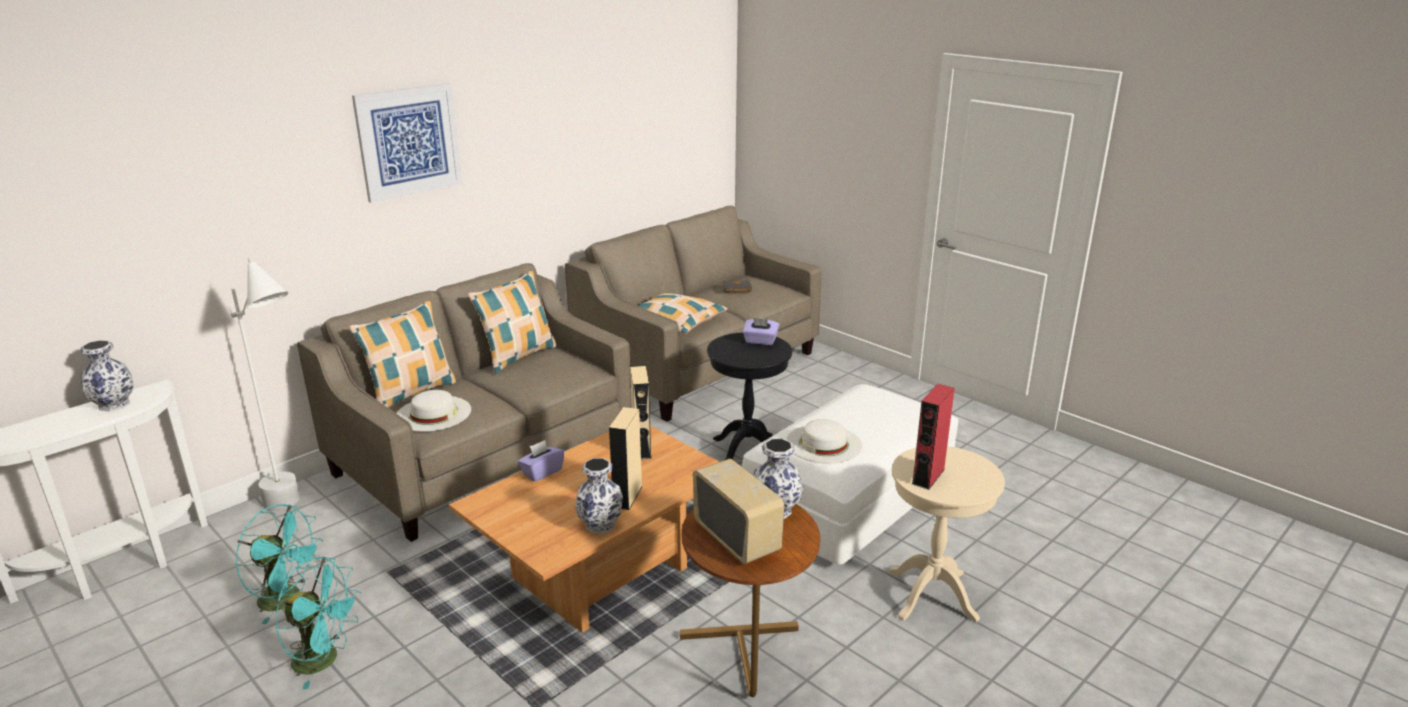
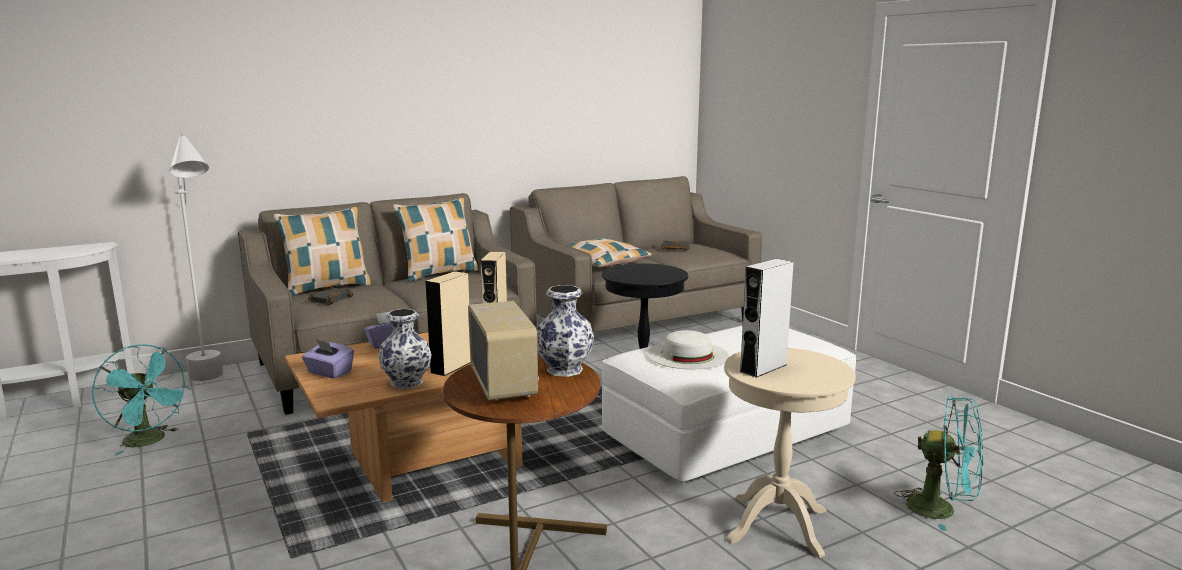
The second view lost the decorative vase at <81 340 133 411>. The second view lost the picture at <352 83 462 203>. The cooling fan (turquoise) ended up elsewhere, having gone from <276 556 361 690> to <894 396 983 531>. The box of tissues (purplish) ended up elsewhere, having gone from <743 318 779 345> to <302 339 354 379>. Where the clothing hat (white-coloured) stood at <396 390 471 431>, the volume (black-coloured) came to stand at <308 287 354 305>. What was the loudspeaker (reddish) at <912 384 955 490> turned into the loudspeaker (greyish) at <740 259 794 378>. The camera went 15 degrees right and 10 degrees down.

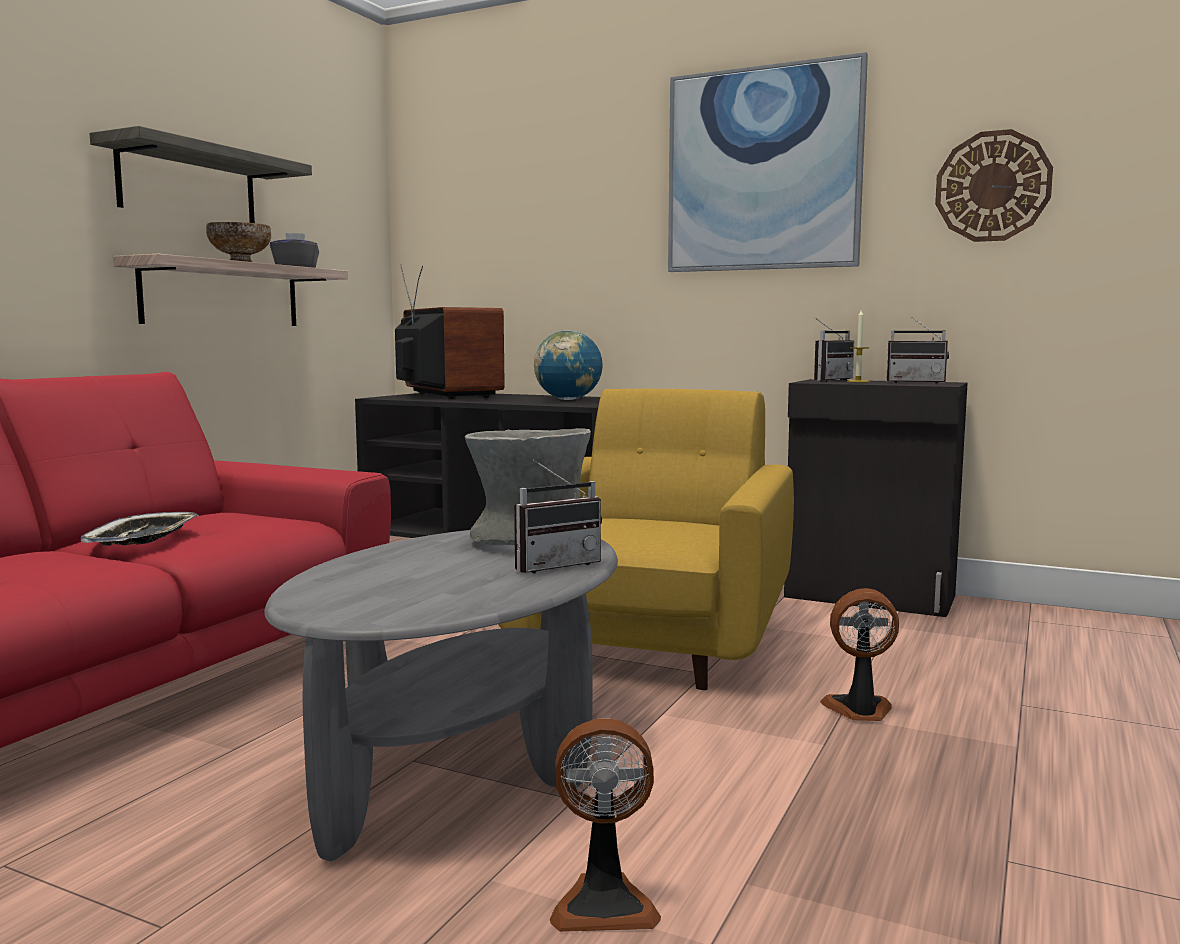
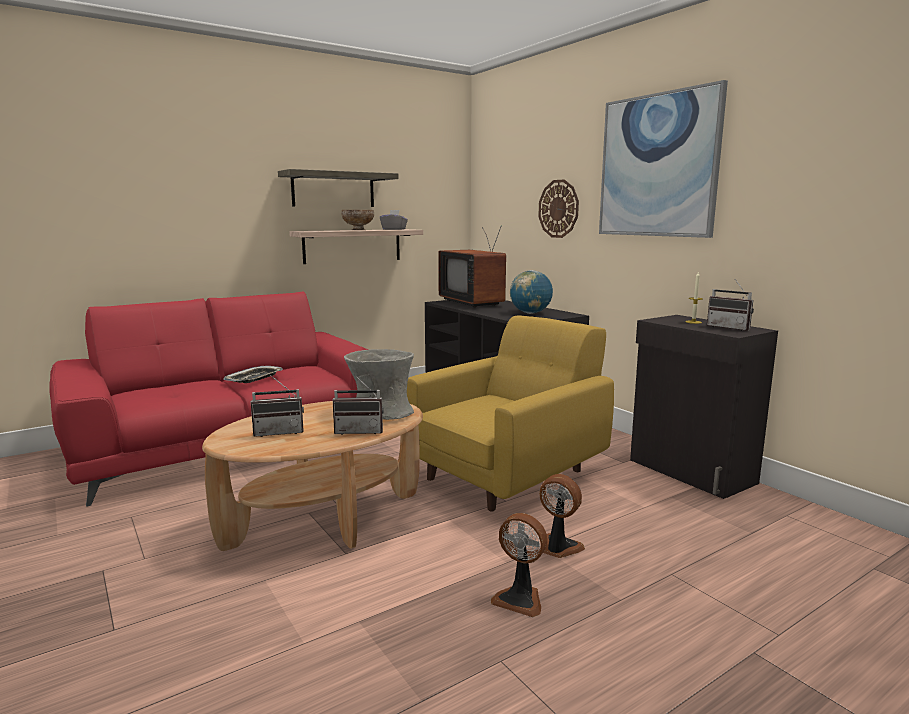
The cooling fan ended up elsewhere, having gone from <550 719 661 932> to <491 513 547 617>. The radio set ended up elsewhere, having gone from <814 318 854 382> to <251 375 304 437>. The hanging clock ended up elsewhere, having gone from <935 129 1053 242> to <538 179 579 238>. What was the low table (greyish) at <264 530 618 861> turned into the low table (brown-coloured) at <202 401 423 551>. The TV at <395 264 505 399> ended up facing another way, 150 degrees clockwise from before. The camera went 30 degrees right and 5 degrees up.

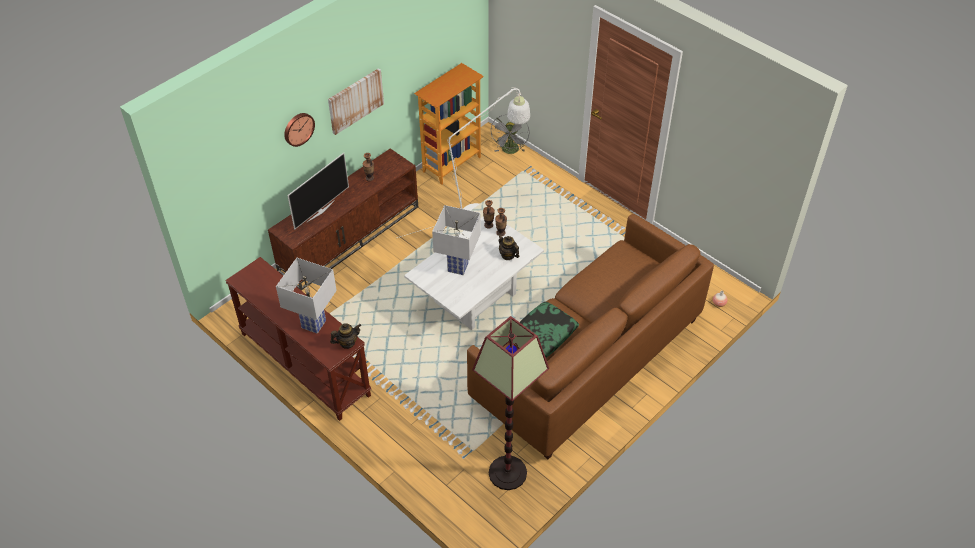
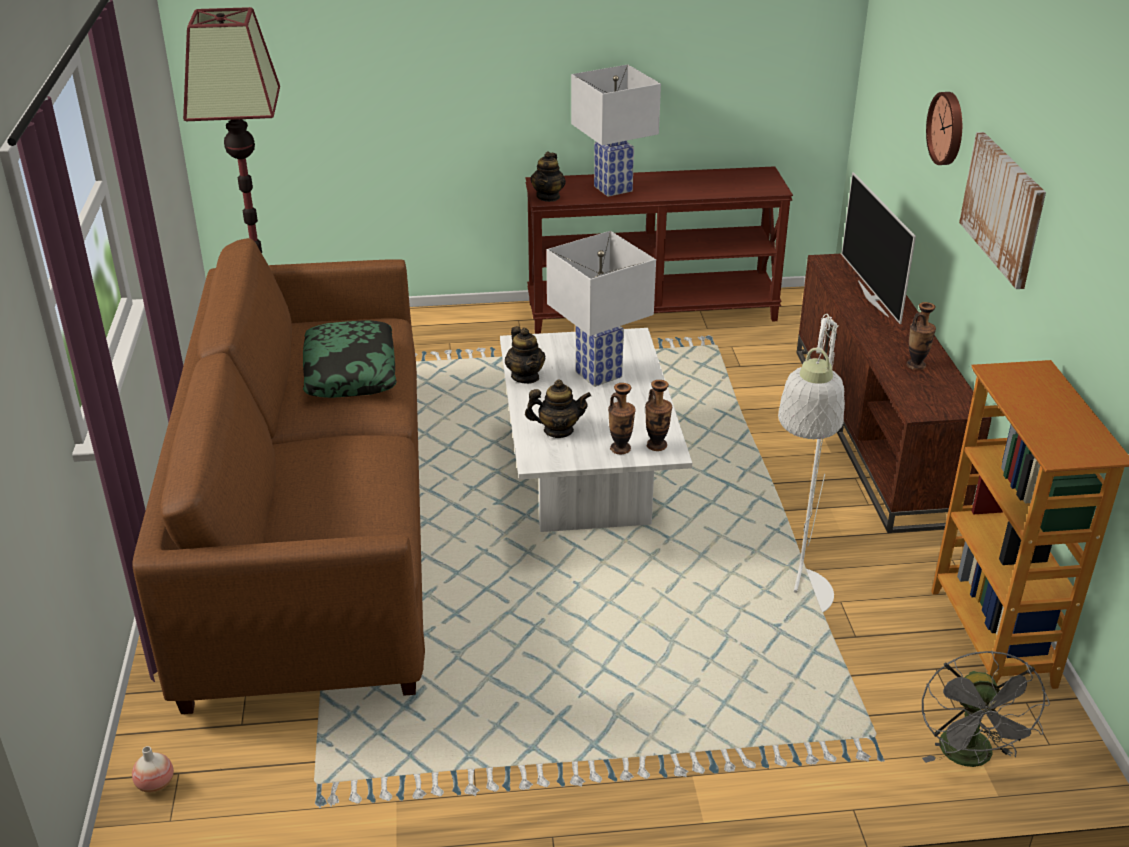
The second view gained the tea pot at <505 326 546 384>. The cooling fan (greyish) at <491 114 530 154> ended up facing another way, 135 degrees counterclockwise from before. The camera went 130 degrees right and 15 degrees down.

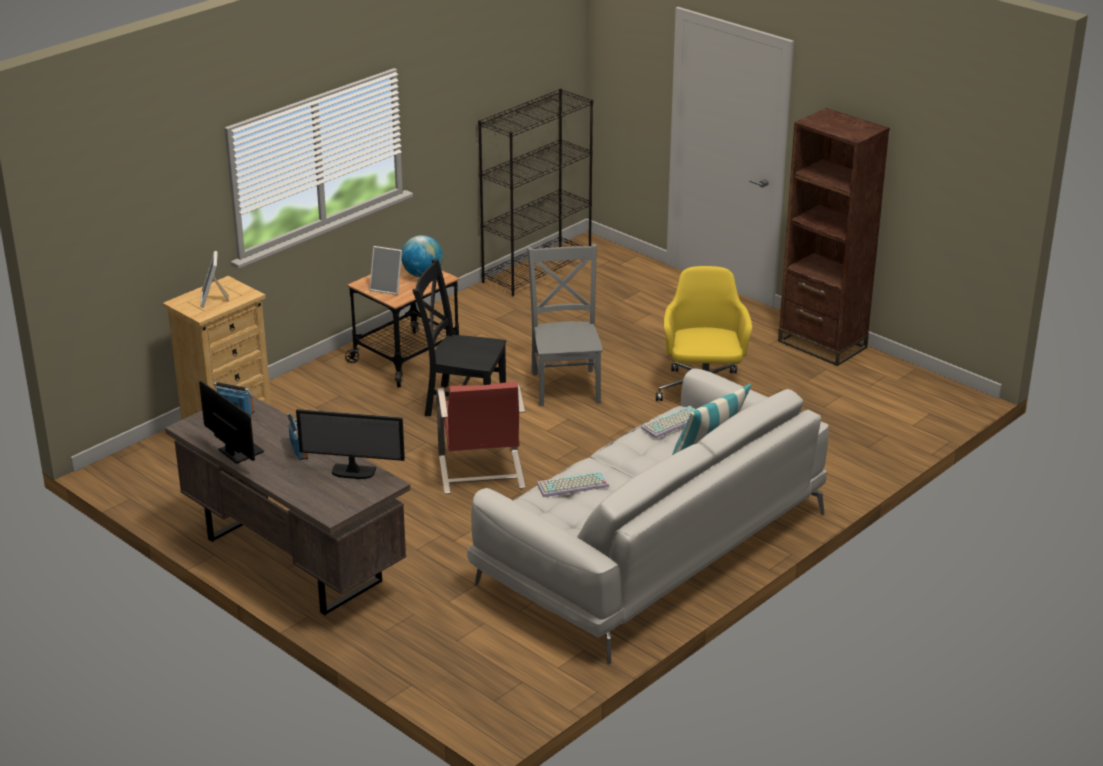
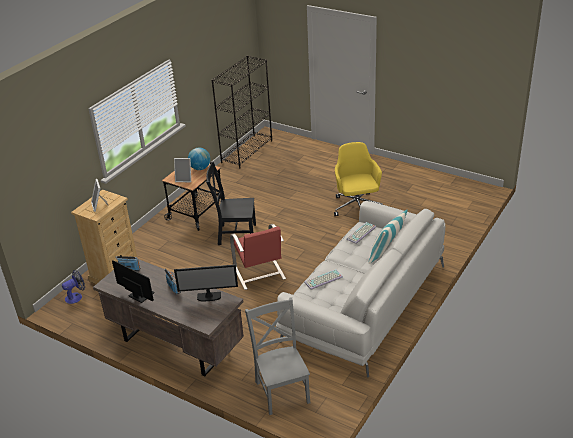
The second view lost the shelving unit (brown-coloured) at <778 108 890 366>. The second view gained the cooling fan at <62 270 85 304>. The plain chair (greyish) ended up elsewhere, having gone from <527 244 603 406> to <245 297 310 415>. The camera went 10 degrees left and 5 degrees up.

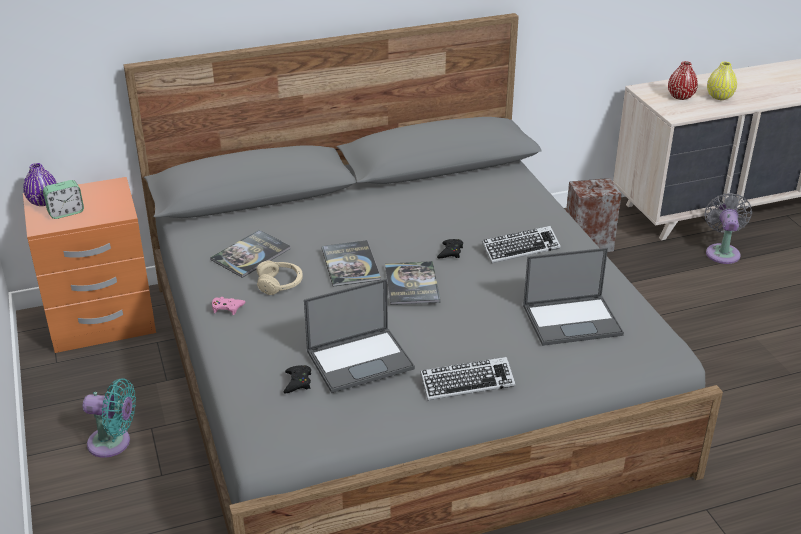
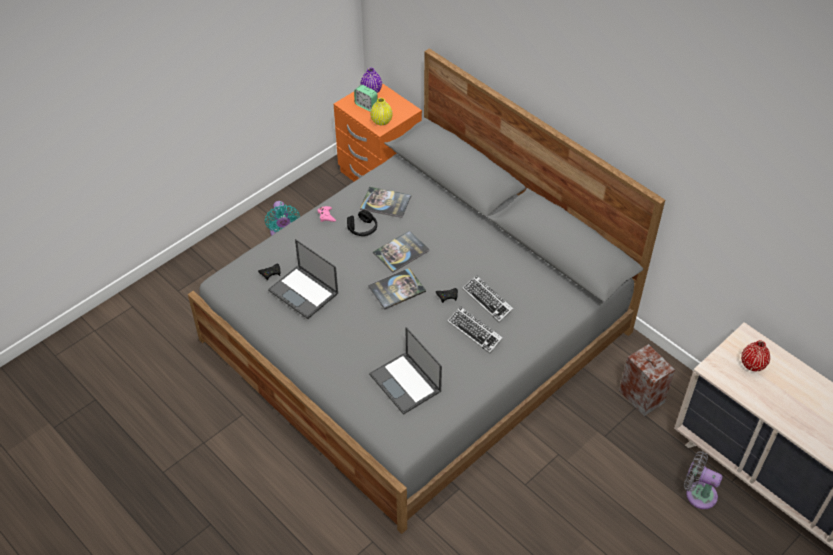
The PC keyboard ended up elsewhere, having gone from <420 357 515 401> to <462 275 514 323>. The decorative vase (yellow) ended up elsewhere, having gone from <707 62 737 100> to <370 98 393 125>. What was the headset (sand-coloured) at <256 261 303 295> turned into the headset (black-coloured) at <347 210 377 236>. The cooling fan (greyish) at <704 193 752 264> ended up facing another way, 135 degrees counterclockwise from before. The camera went 65 degrees right and 15 degrees up.

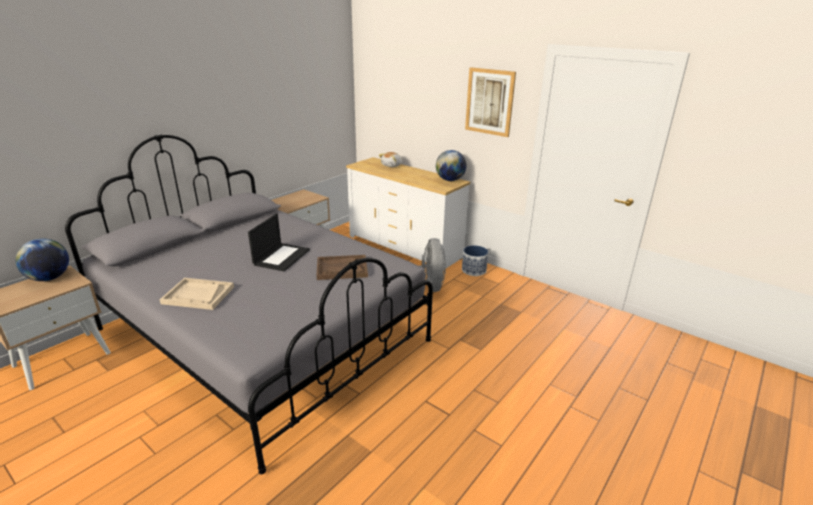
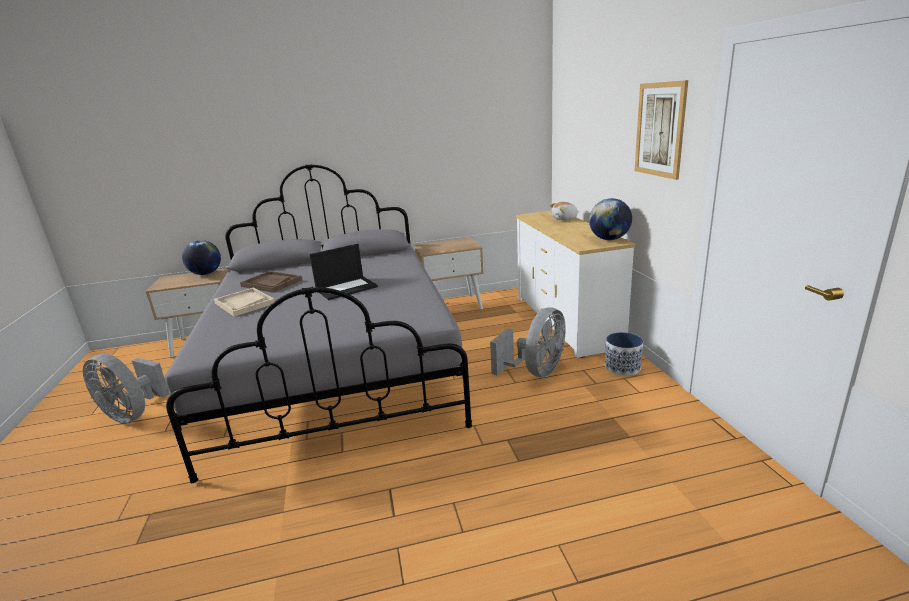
The second view gained the cooling fan (greyish) at <83 354 170 424>. The carrying tray (brown-coloured) ended up elsewhere, having gone from <317 255 368 280> to <240 271 302 293>. The camera went 40 degrees right and 5 degrees down.

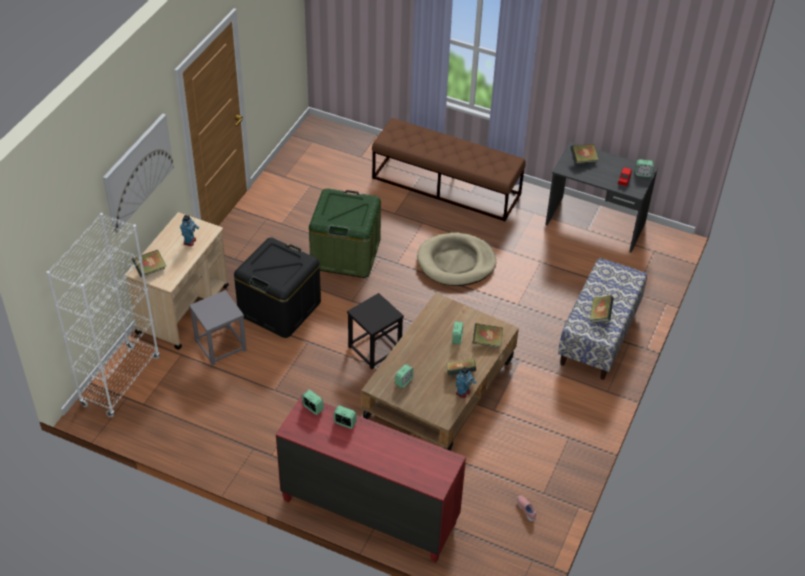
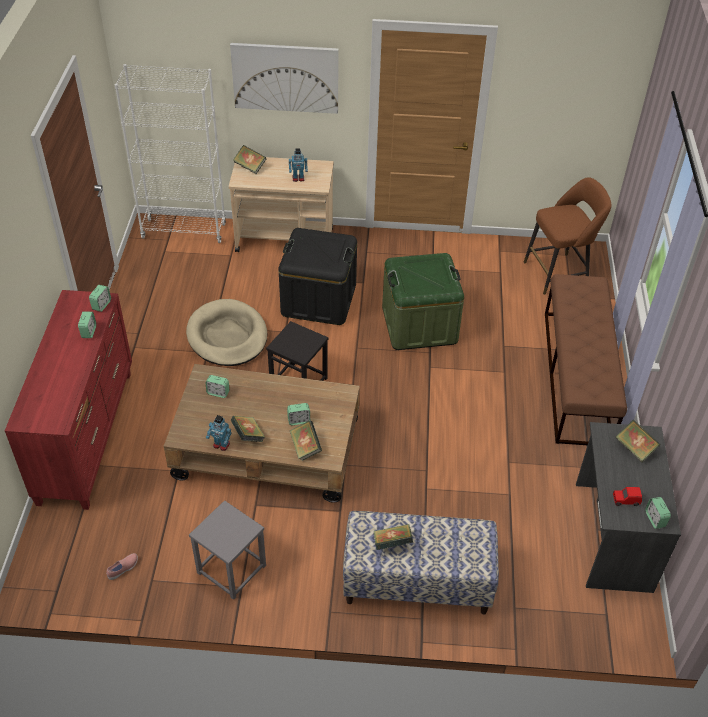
The second view gained the sitting stool (brown-coloured) at <523 178 611 295>. The sitting stool (greyish) ended up elsewhere, having gone from <189 290 247 366> to <189 500 266 600>. The pet bed (sand-coloured) ended up elsewhere, having gone from <417 233 496 286> to <186 299 267 366>. The camera went 70 degrees right and 0 degrees up.

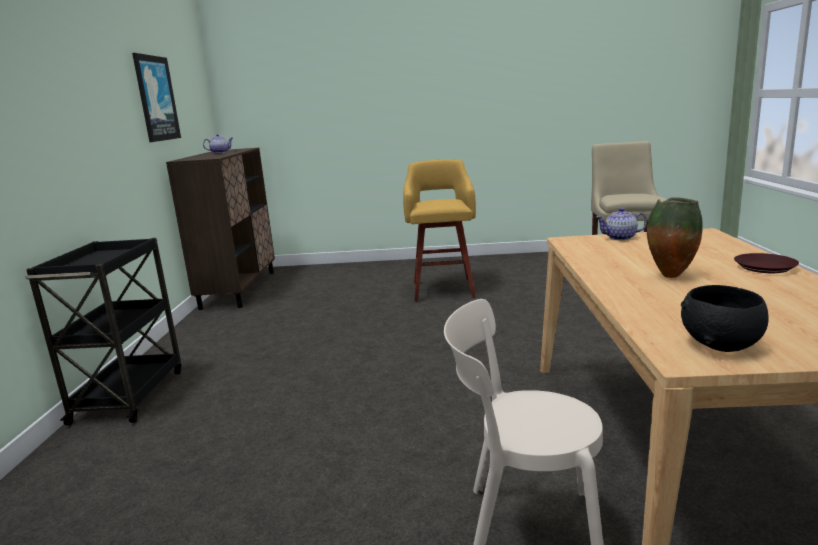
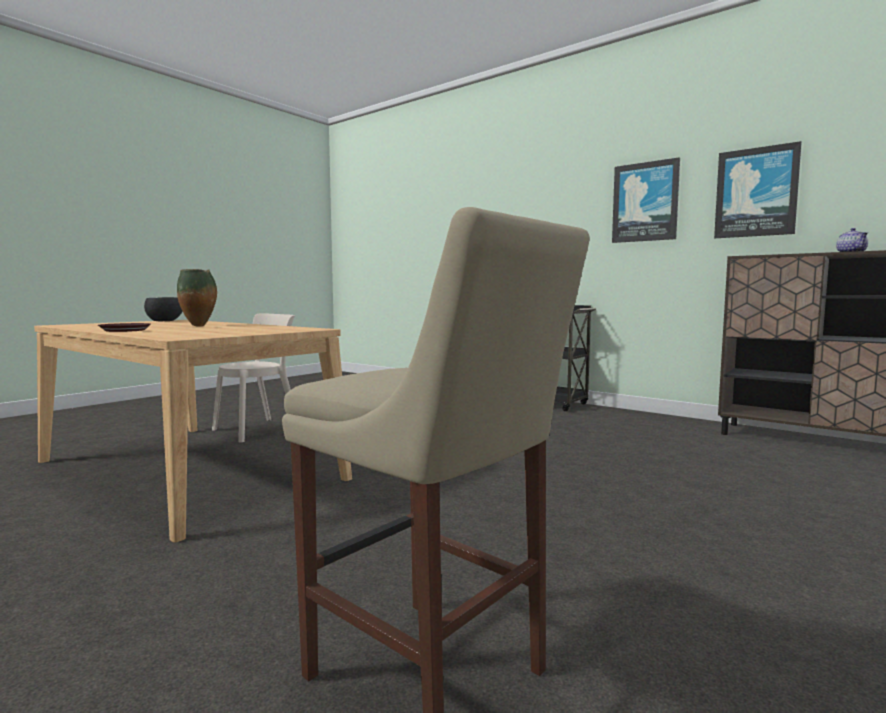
The second view lost the sitting stool (yellow) at <403 159 476 302>. The second view lost the tea pot at <595 208 647 240>. The second view gained the picture at <612 157 680 243>. The camera went 125 degrees right and 10 degrees down.

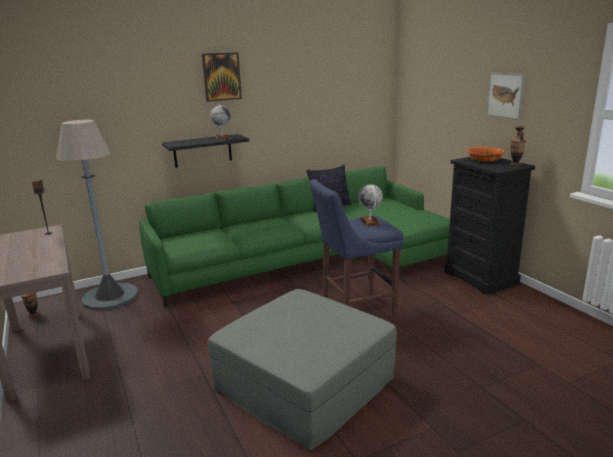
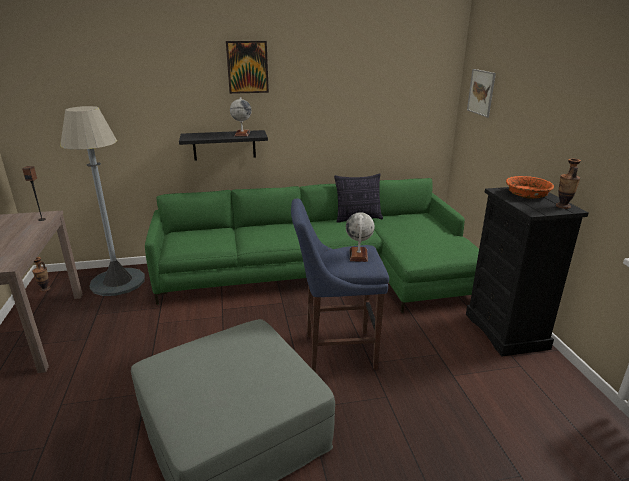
The picture ended up elsewhere, having gone from <486 73 525 120> to <467 69 496 117>. The camera went 15 degrees right and 5 degrees up.

